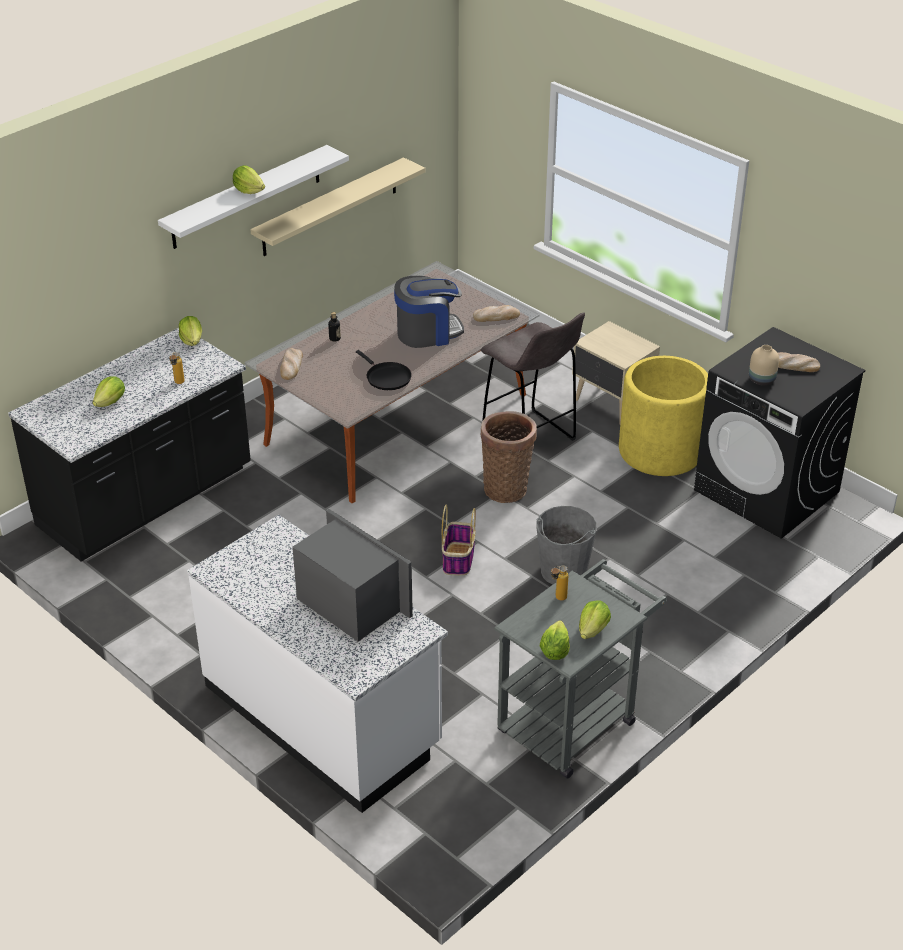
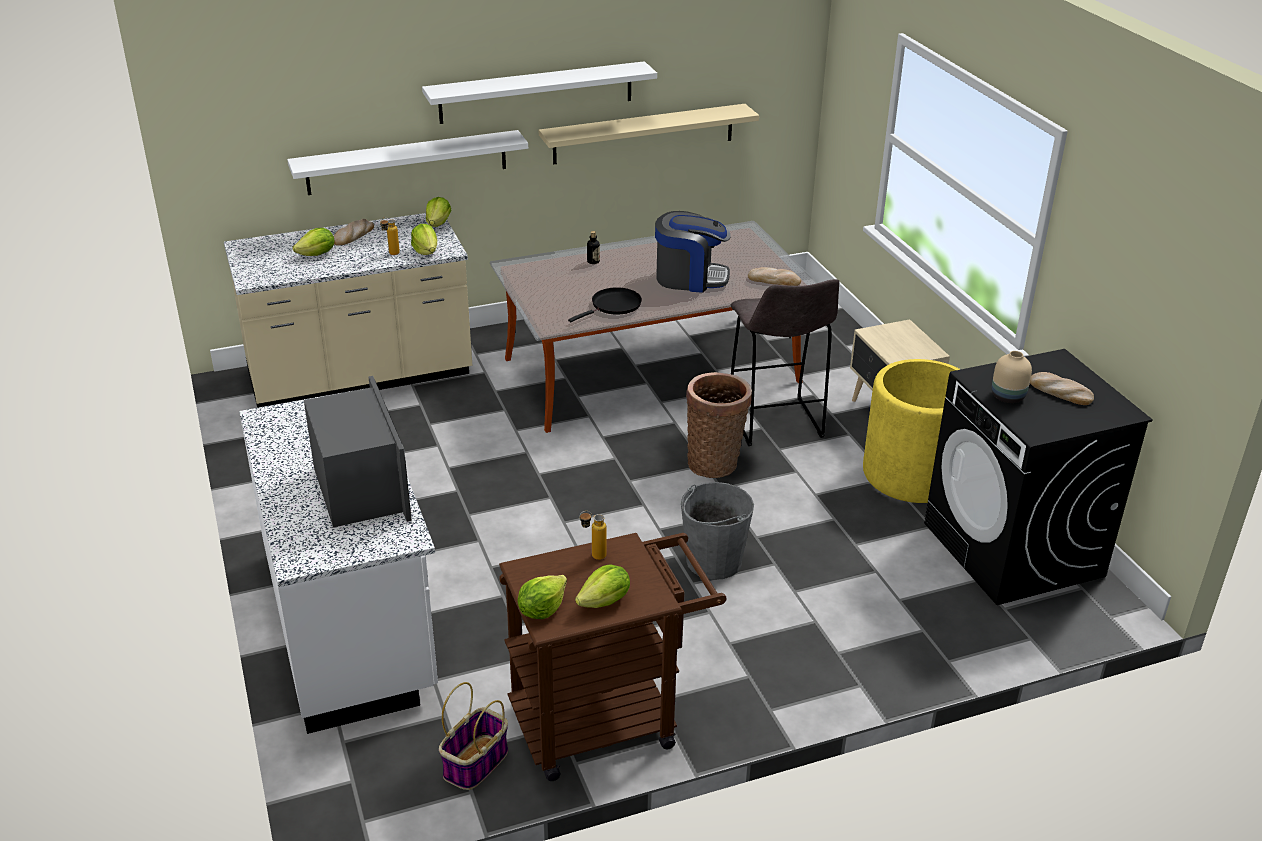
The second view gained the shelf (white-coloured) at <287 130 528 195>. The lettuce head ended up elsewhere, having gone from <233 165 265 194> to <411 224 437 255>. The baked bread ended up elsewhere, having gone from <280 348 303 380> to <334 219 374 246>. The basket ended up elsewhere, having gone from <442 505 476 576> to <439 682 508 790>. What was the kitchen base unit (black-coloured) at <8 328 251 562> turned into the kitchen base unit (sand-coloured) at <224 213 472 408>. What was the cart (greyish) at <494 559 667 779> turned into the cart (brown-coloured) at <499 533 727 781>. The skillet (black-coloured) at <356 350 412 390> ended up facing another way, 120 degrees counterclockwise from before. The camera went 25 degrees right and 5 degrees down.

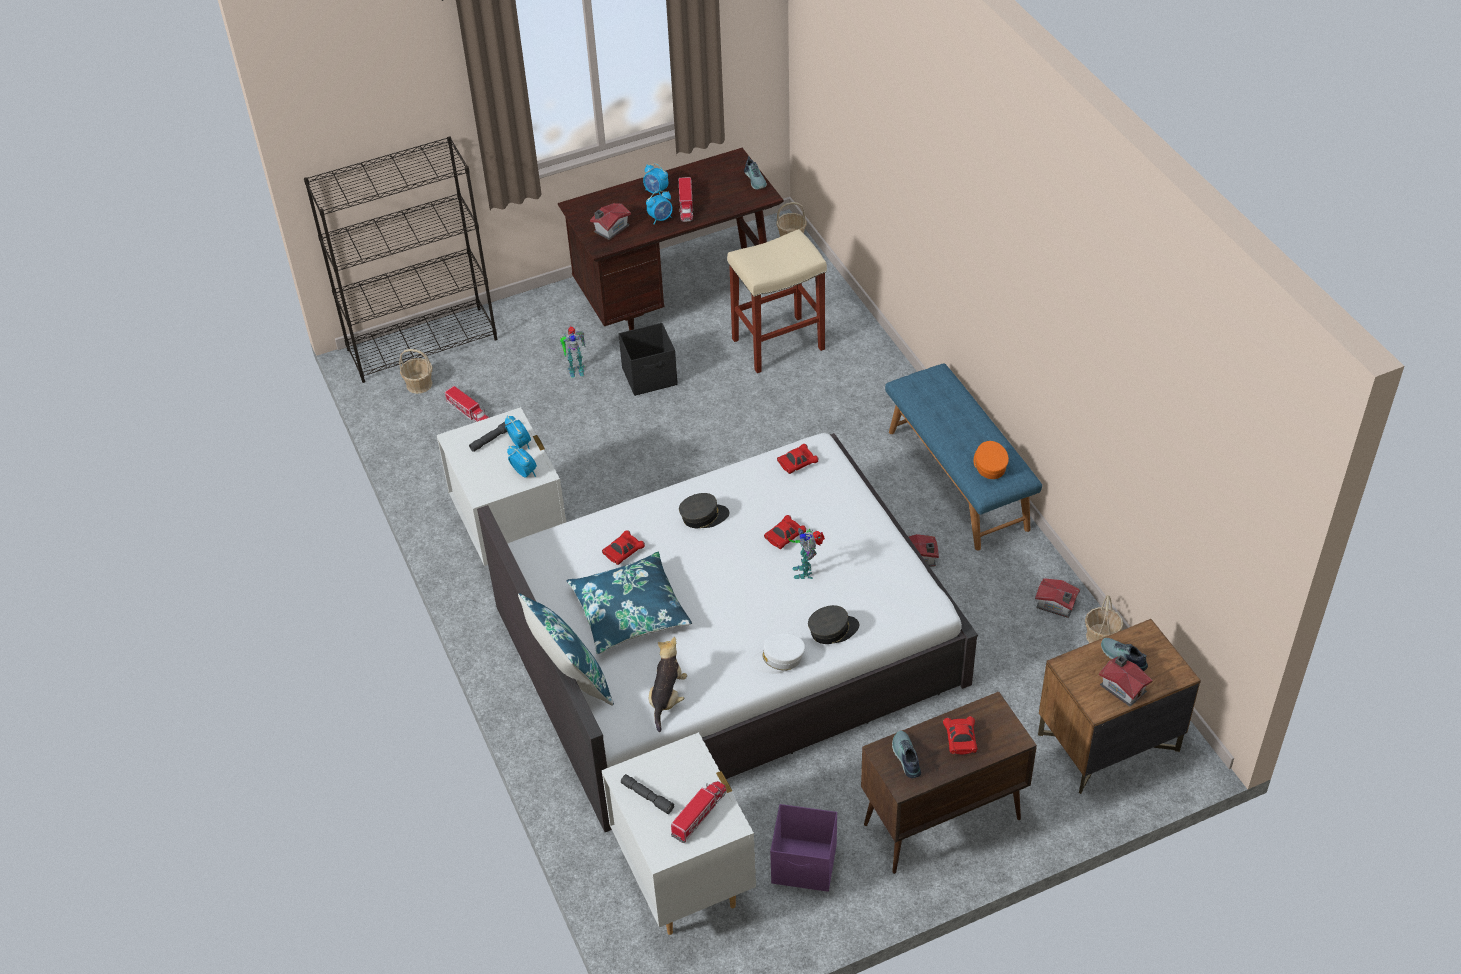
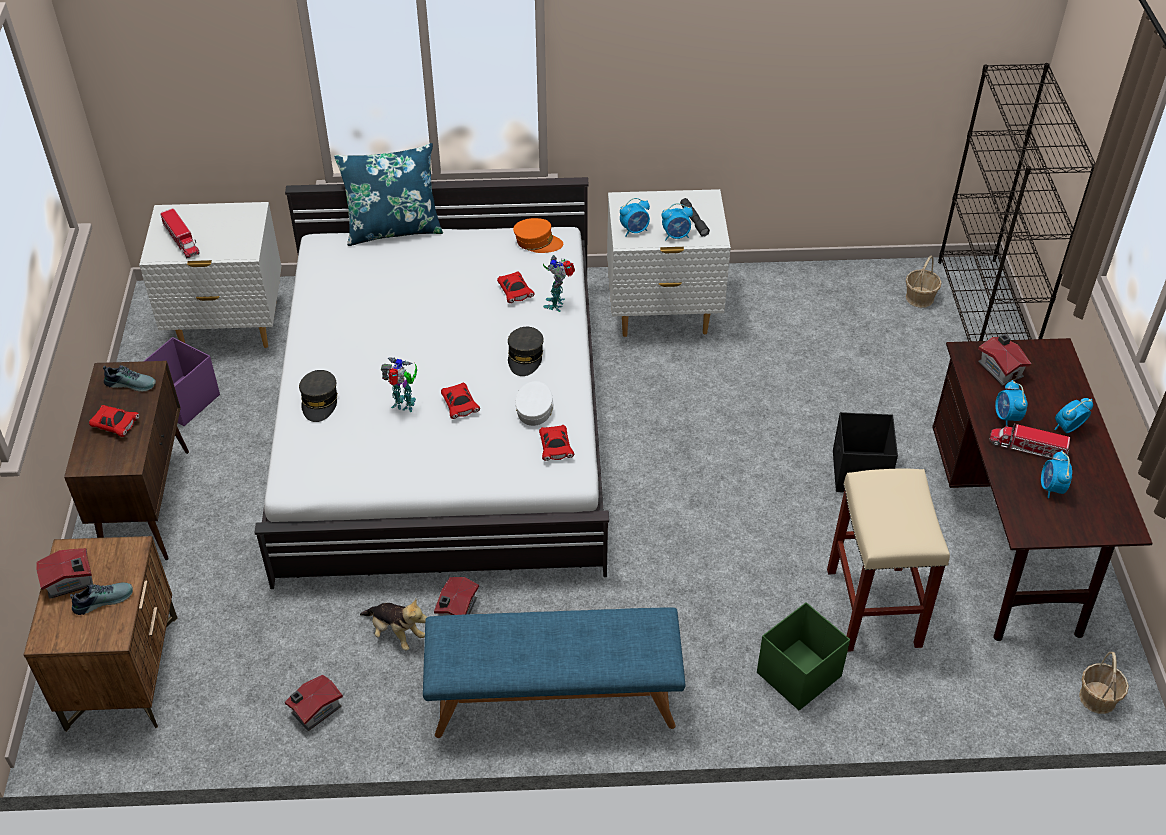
The second view lost the toy lorry at <445 386 489 423>. The second view lost the pillow (blue) at <566 552 692 654>. The second view lost the flashlight (greyish) at <621 774 675 814>. The second view lost the item of footwear at <744 156 767 190>. The second view lost the basket at <1085 595 1123 643>. The second view gained the storage bin (green) at <757 602 850 711>. The second view gained the bedside clock at <1041 450 1072 498>. The model robot ended up elsewhere, having gone from <560 326 585 378> to <543 255 575 312>. The cuddly toy ended up elsewhere, having gone from <649 637 687 732> to <360 599 427 651>. The baseball cap (white-coloured) ended up elsewhere, having gone from <751 633 805 674> to <515 381 554 426>. The baseball cap (orangey) ended up elsewhere, having gone from <974 441 1009 479> to <513 218 563 253>. The camera went 110 degrees right and 0 degrees up.

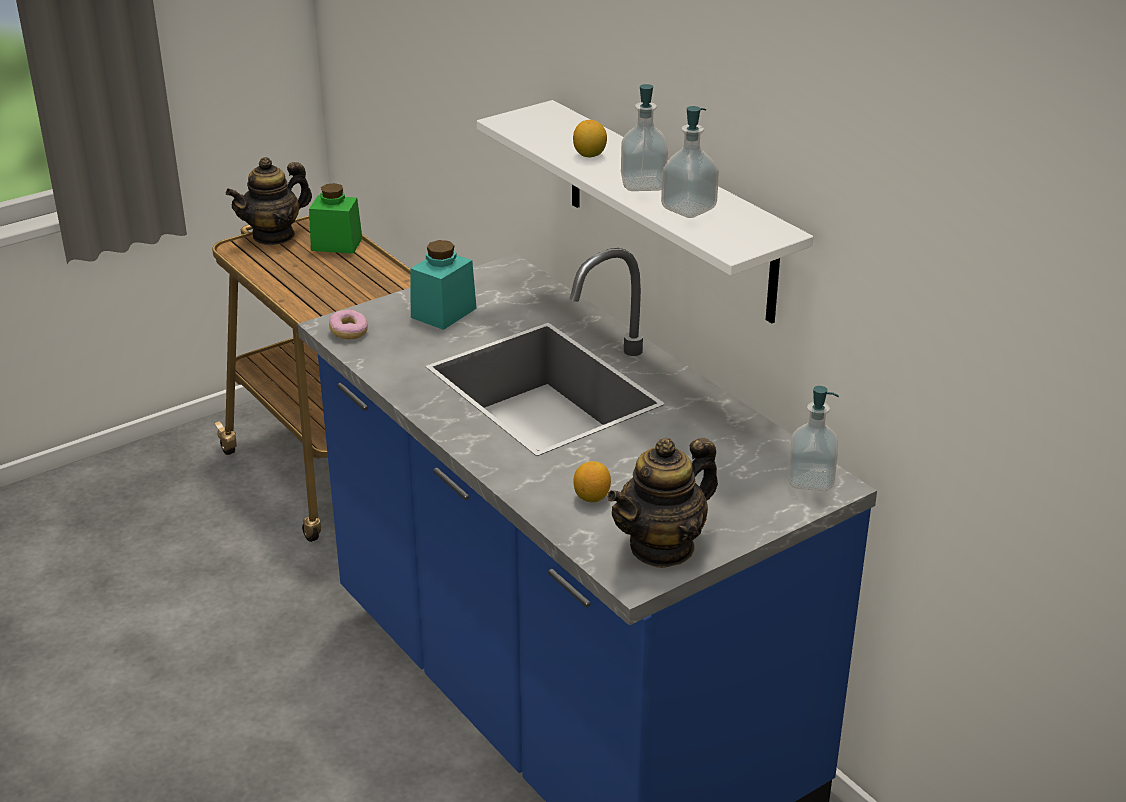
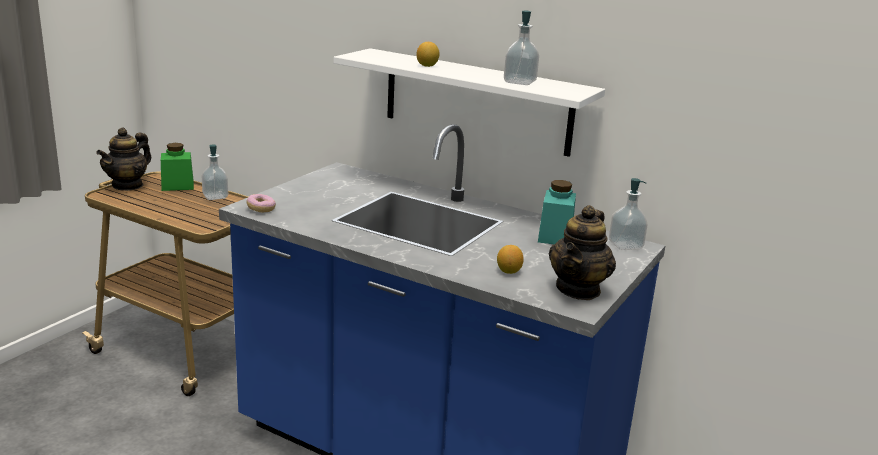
The jar (turquoise) ended up elsewhere, having gone from <410 240 477 330> to <538 180 576 244>. The soap dispenser ended up elsewhere, having gone from <621 84 668 191> to <202 145 228 200>. The camera went 25 degrees left and 10 degrees down.

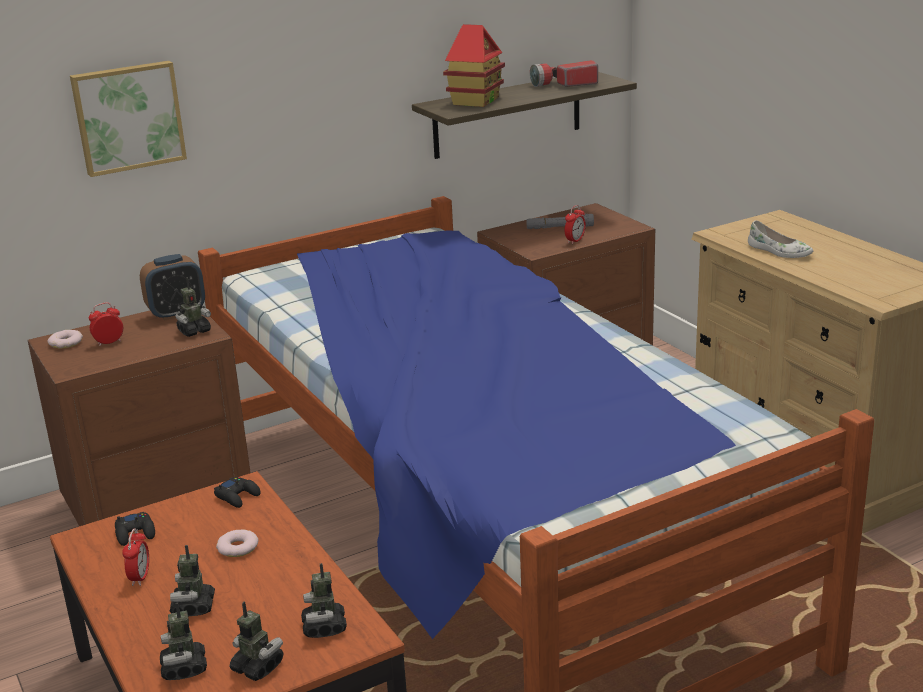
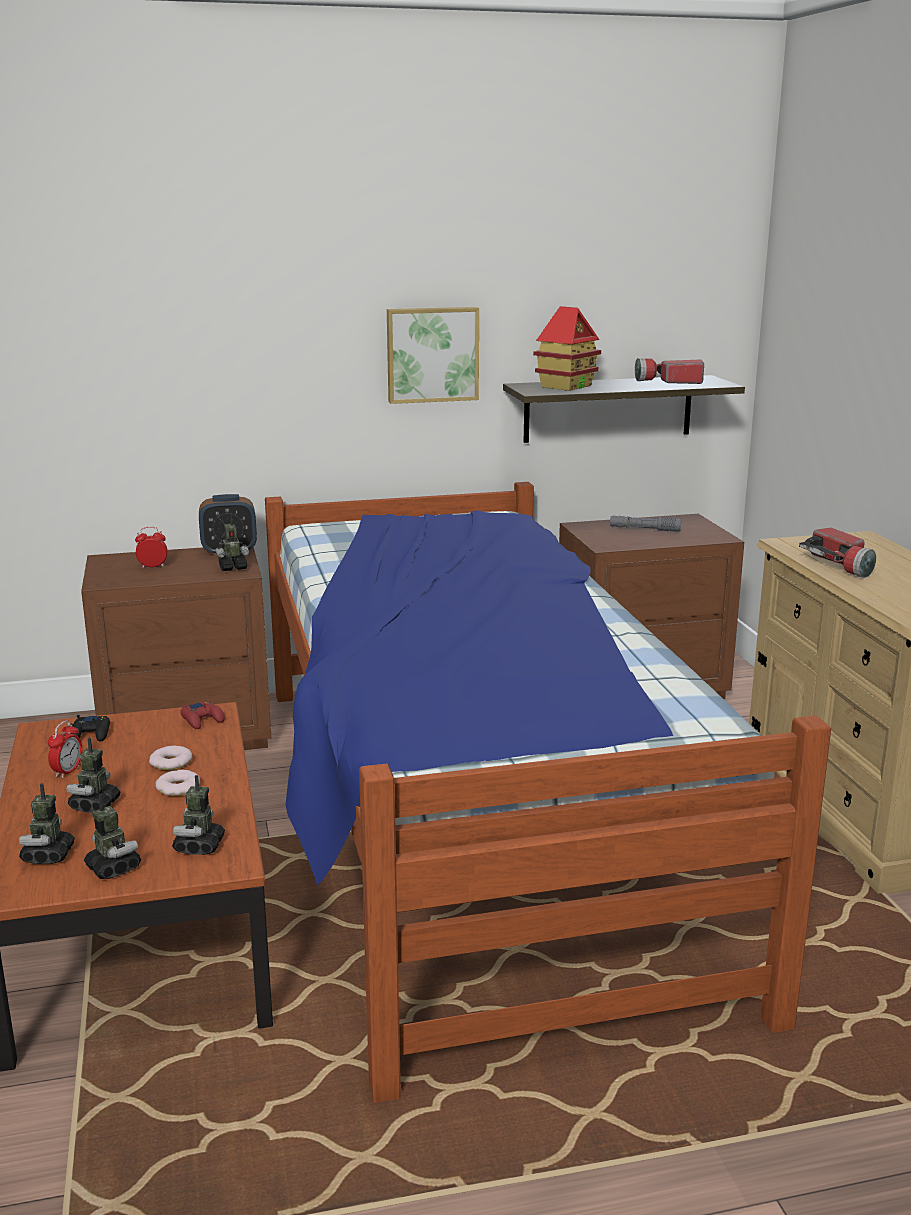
The second view lost the bedside clock at <565 205 586 244>. The doughnut ended up elsewhere, having gone from <47 330 83 349> to <156 770 200 796>. The picture ended up elsewhere, having gone from <70 61 187 177> to <387 307 479 404>. Where the item of footwear (white-coloured) stood at <748 220 813 258>, the flashlight came to stand at <799 528 876 578>. What was the joypad (black-coloured) at <214 477 261 508> turned into the joypad (reddish) at <181 701 225 729>. The camera went 15 degrees right and 5 degrees down.

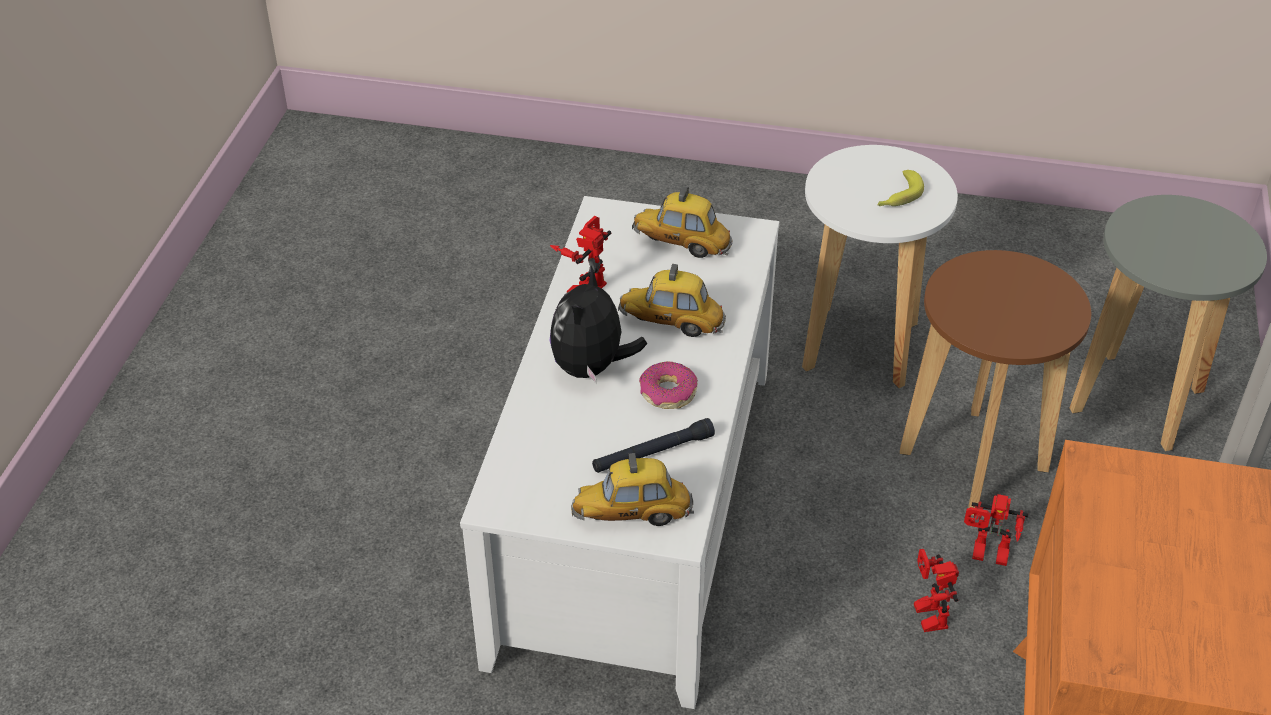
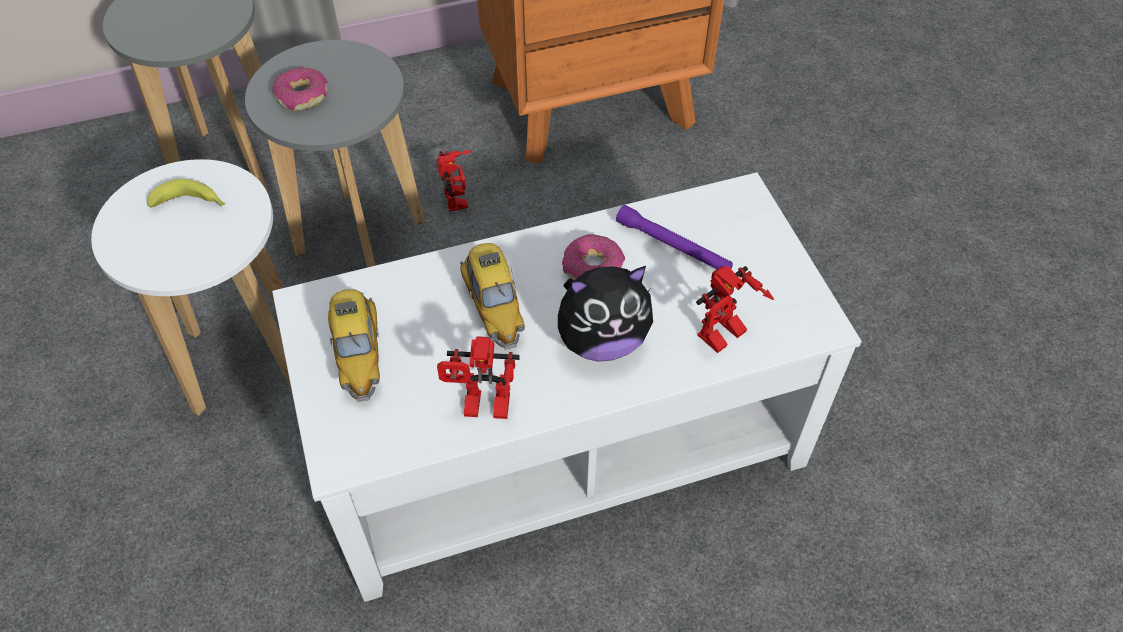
The second view lost the toy car at <571 453 694 526>. The second view gained the doughnut at <272 67 328 111>. The model robot ended up elsewhere, having gone from <914 549 959 632> to <696 266 774 353>. What was the flashlight (black-coloured) at <592 418 715 473> turned into the flashlight (purplish) at <616 205 733 269>. What was the sitting stool (brown-coloured) at <900 250 1091 515> turned into the sitting stool (greyish) at <245 40 425 267>. The camera went 120 degrees left and 10 degrees up.

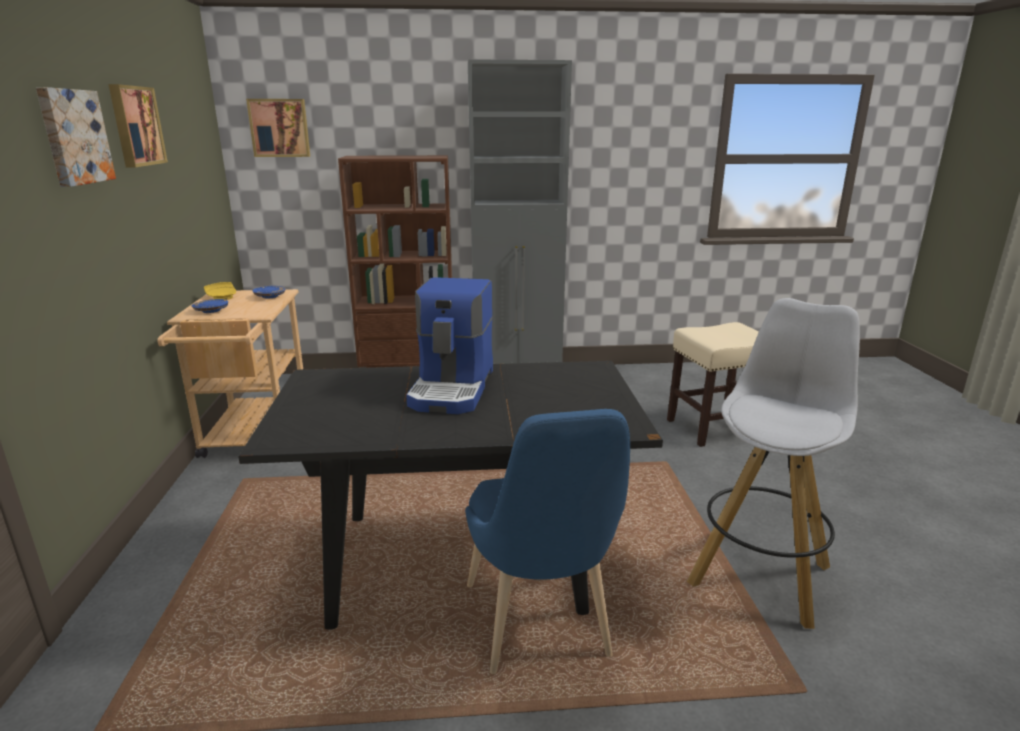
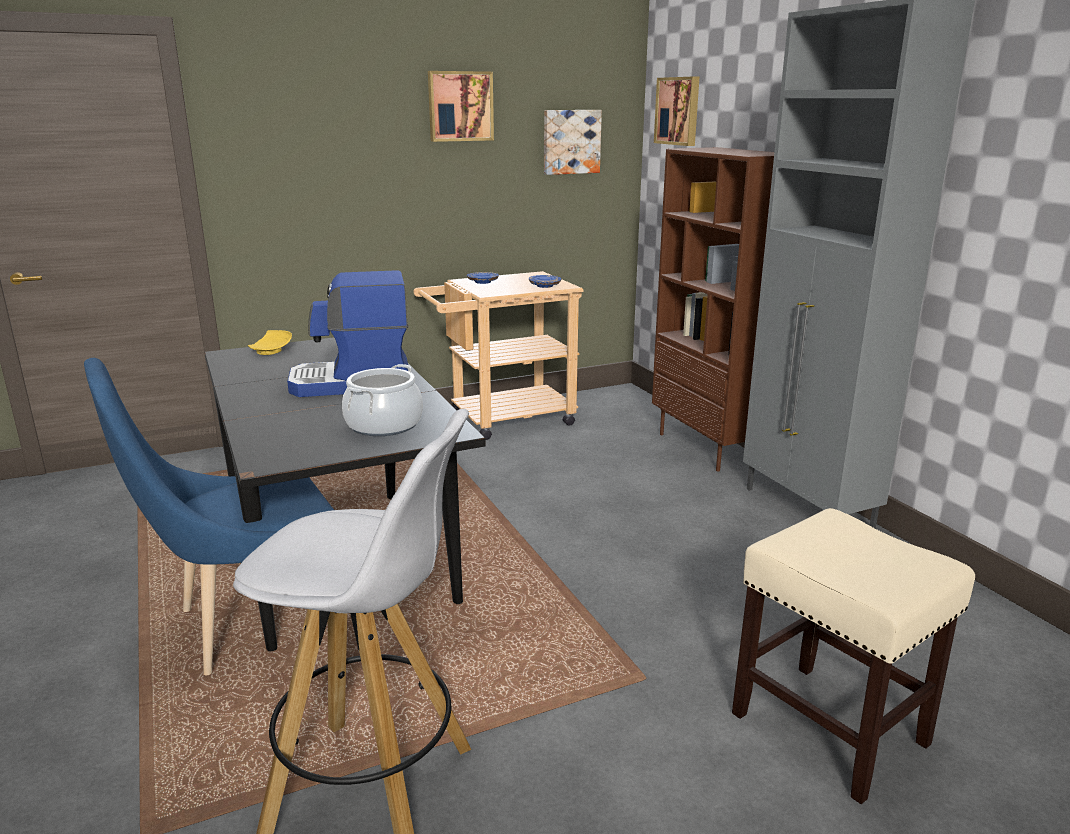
The second view gained the stockpot at <342 364 423 436>. The picture ended up elsewhere, having gone from <36 87 116 187> to <544 110 602 175>. The dinner plate (yellow) ended up elsewhere, having gone from <204 282 236 300> to <248 330 292 355>. The camera went 70 degrees right and 0 degrees up.

